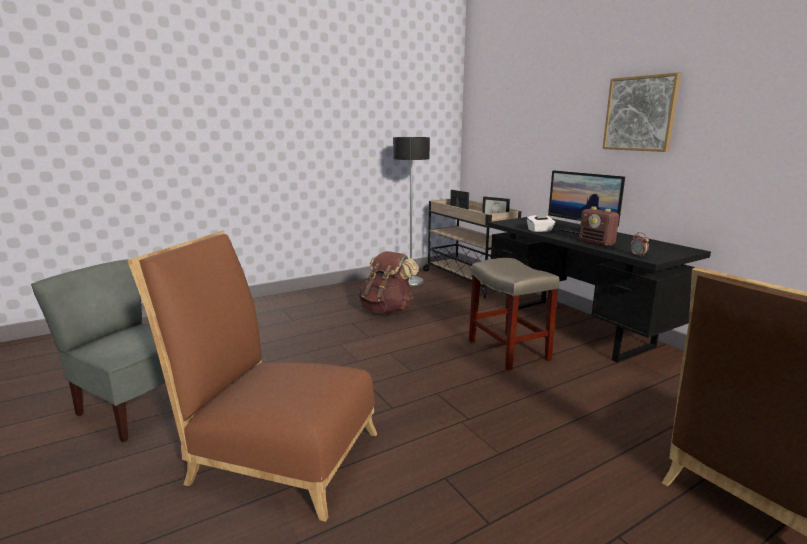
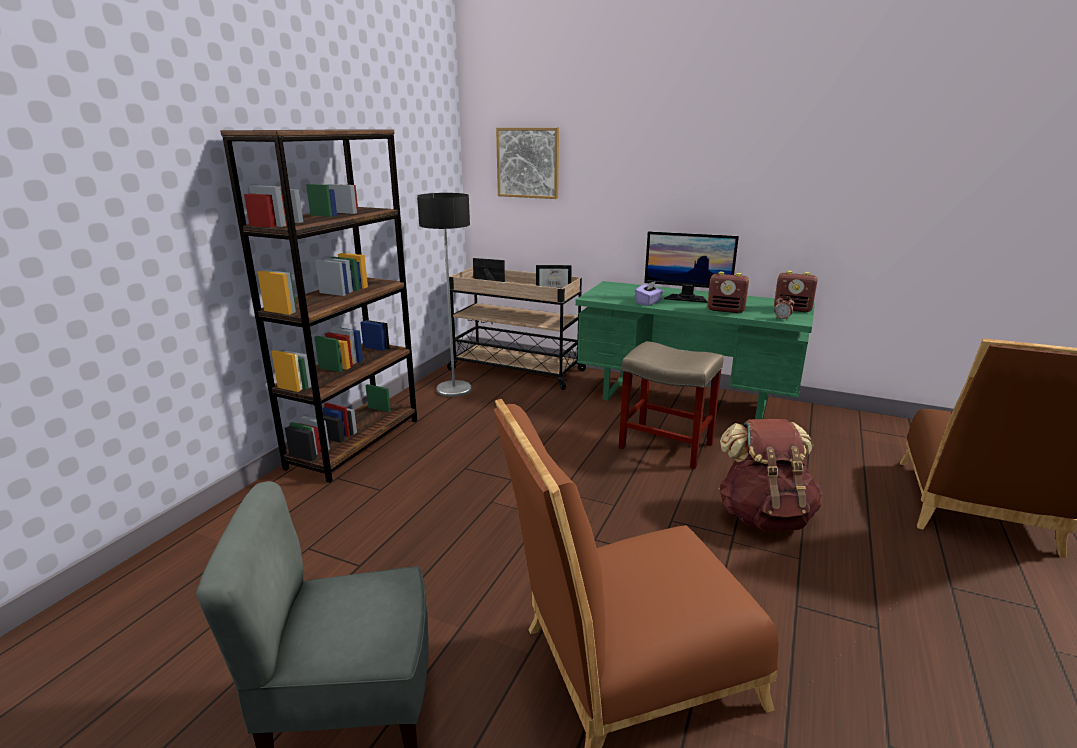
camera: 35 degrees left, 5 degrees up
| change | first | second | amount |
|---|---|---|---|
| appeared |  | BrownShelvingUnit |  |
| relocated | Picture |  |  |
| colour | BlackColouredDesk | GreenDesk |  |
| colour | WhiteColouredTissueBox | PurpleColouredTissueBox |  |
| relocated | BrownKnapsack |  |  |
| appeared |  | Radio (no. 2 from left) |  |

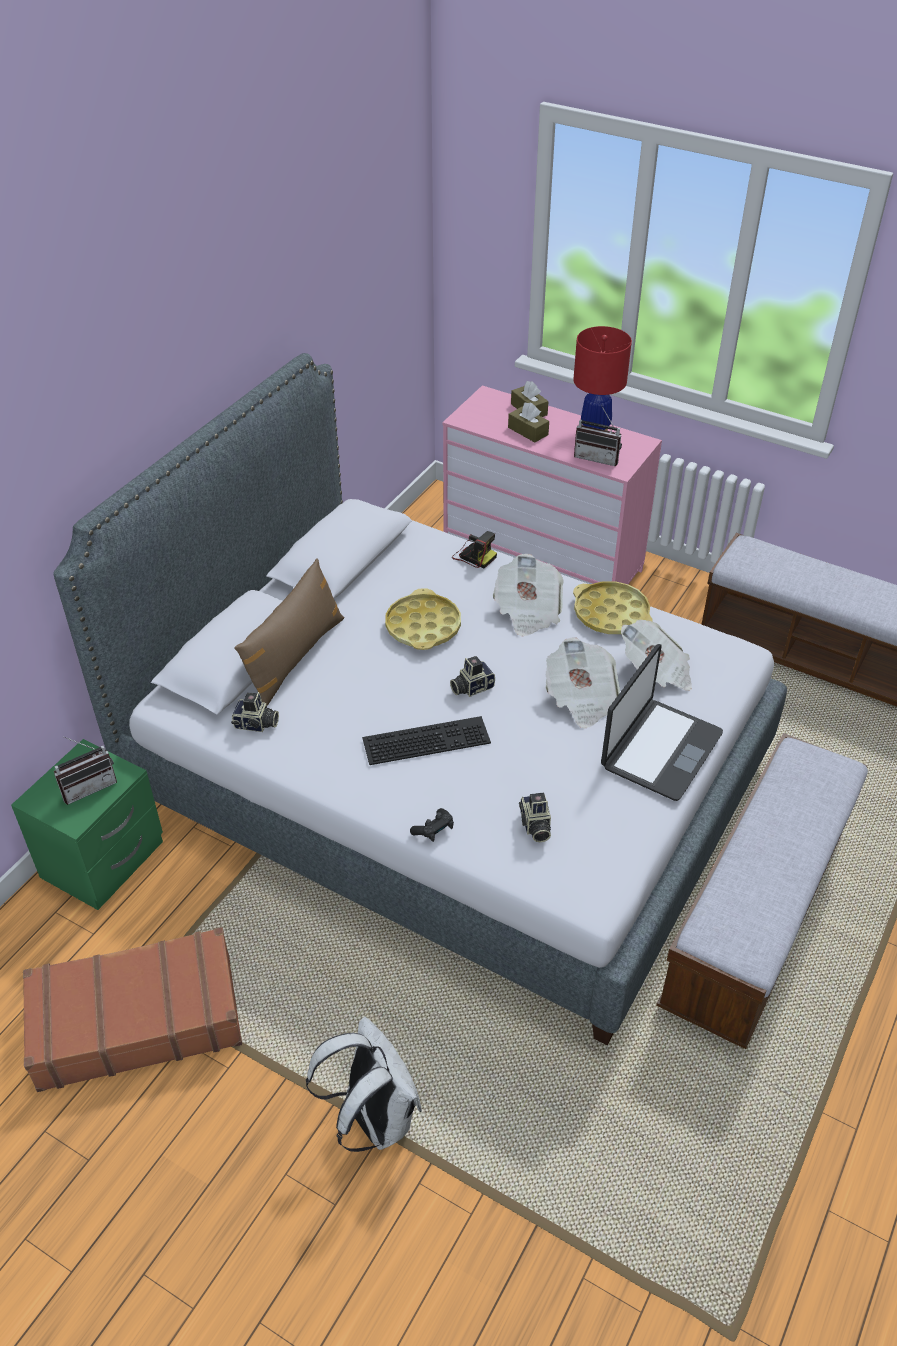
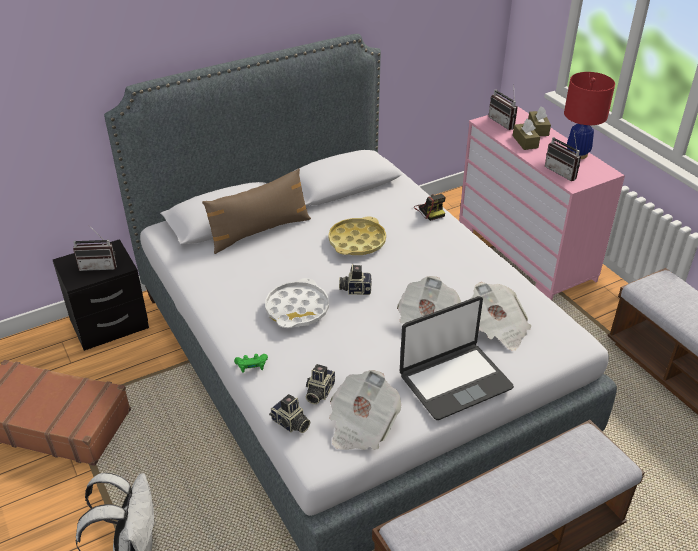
camera: 30 degrees right, 5 degrees down
| change | first | second | amount |
|---|---|---|---|
| colour | GreenBedsideTable | BlackColouredBedsideTable |  |
| colour | BlackColouredGameController | GreenGameController |  |
| exchanged | ComputerKeyboard | WhiteColouredServingTray |  |
| relocated | StillCamera (no. 1 from left) |  |  |
| relocated | DailyPaper (no. 1 from left) |  |  |
| appeared |  | Radio (no. 2 from left) |  |
| missing | YellowishServingTray (no. 2 from left) |  |  |

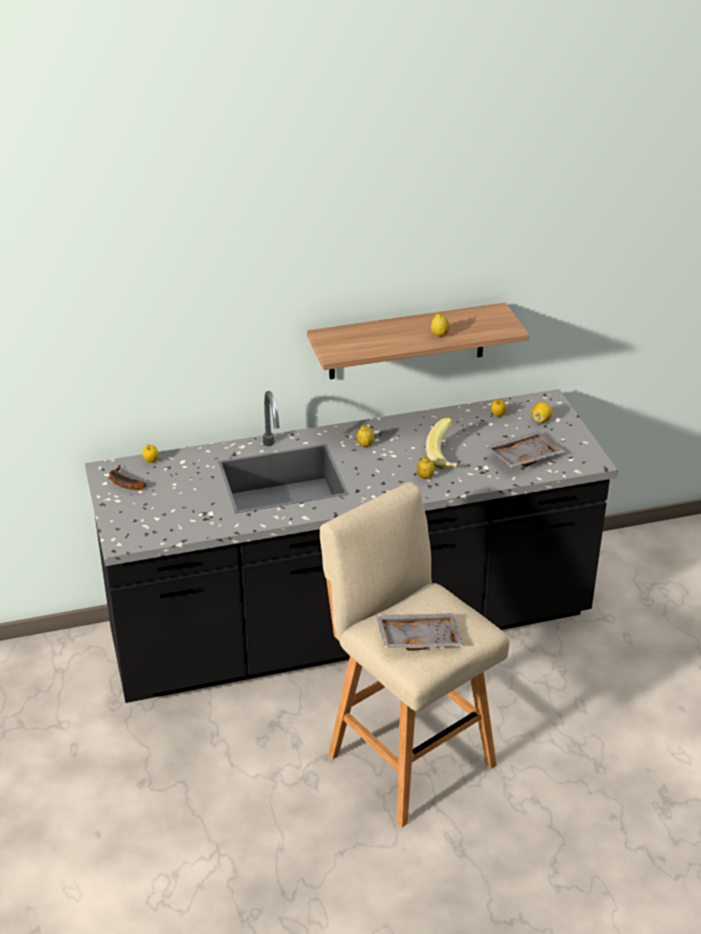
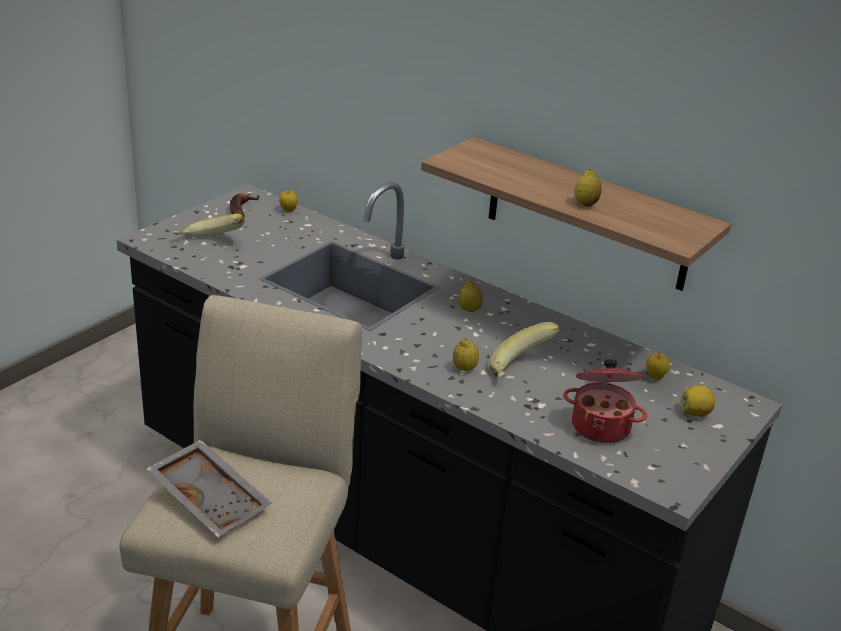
camera: 50 degrees right, 5 degrees down
| change | first | second | amount |
|---|---|---|---|
| appeared |  | Banana (no. 1 from left) |  |
| exchanged | GreyServingTray (no. 2 from left) | CookingPot |  |

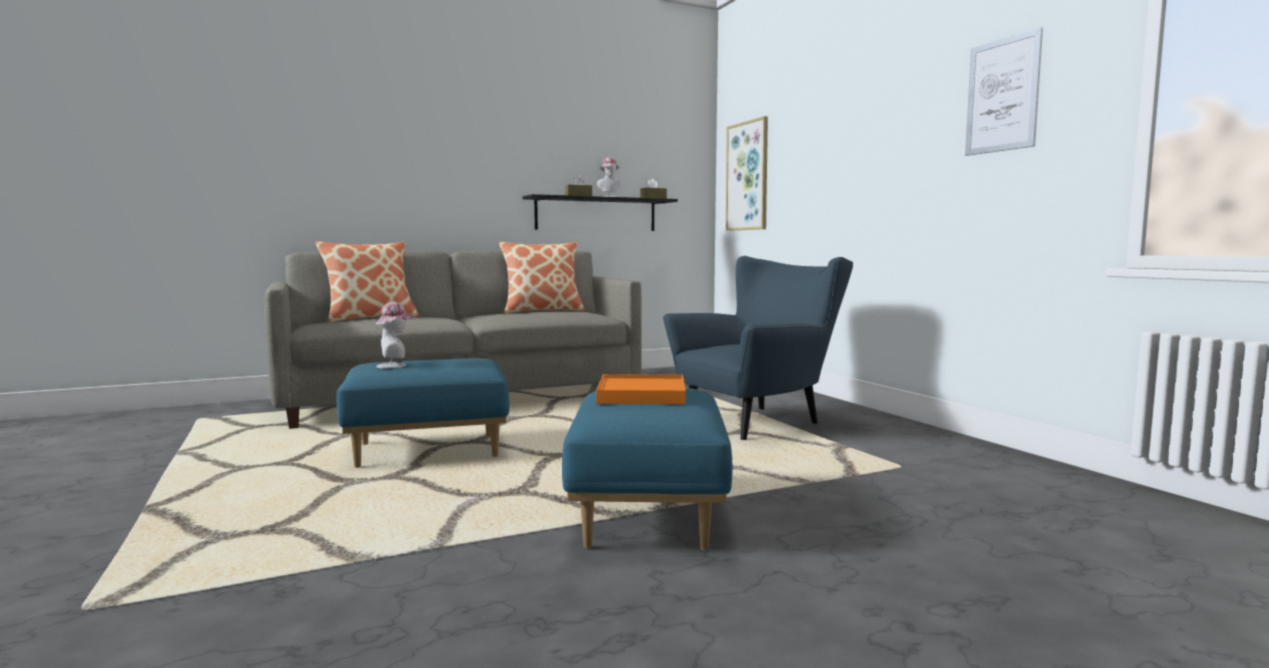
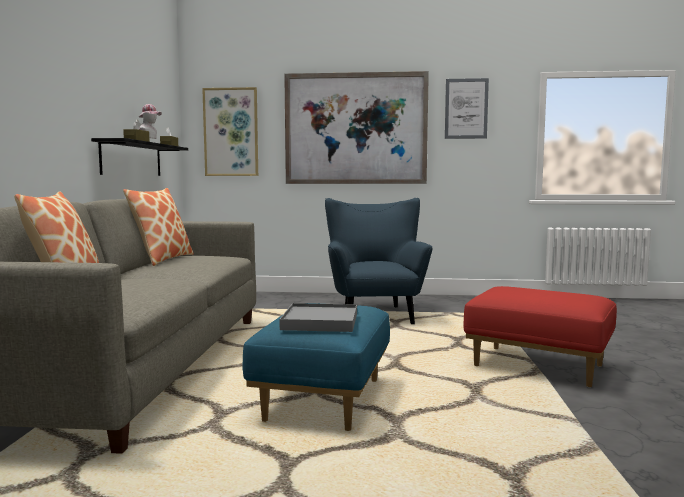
camera: 60 degrees left, 0 degrees up
| change | first | second | amount |
|---|---|---|---|
| exchanged | ClothingHat (no. 1 from left) | GreyServingTray |  |
| appeared |  | Picture (no. 2 from left) |  |
| colour | BluishOttoman (no. 2 from left) | RedColouredOttoman |  |
| missing | OrangeServingTray |  |  |

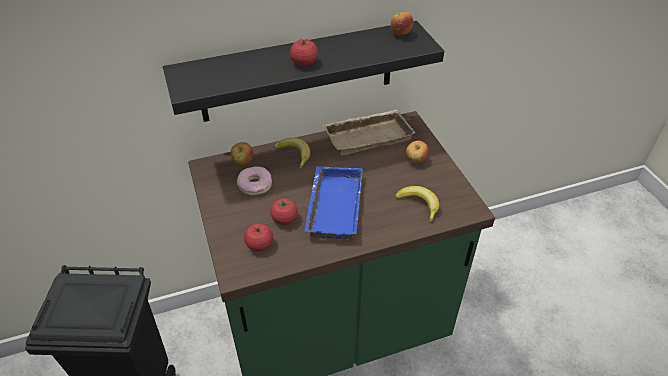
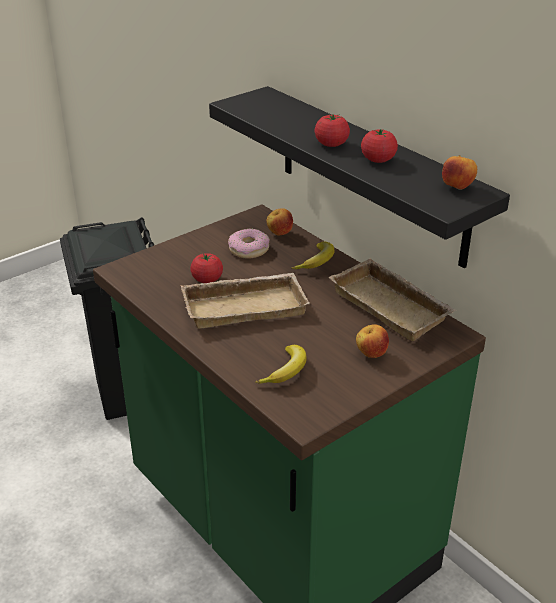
camera: 70 degrees right, 10 degrees down
| change | first | second | amount |
|---|---|---|---|
| colour | BluishServingTray | BeigeServingTray (no. 1 from left) |  |
| relocated | Tomato (no. 1 from left in the first image) | Tomato (no. 3 from left) |  |

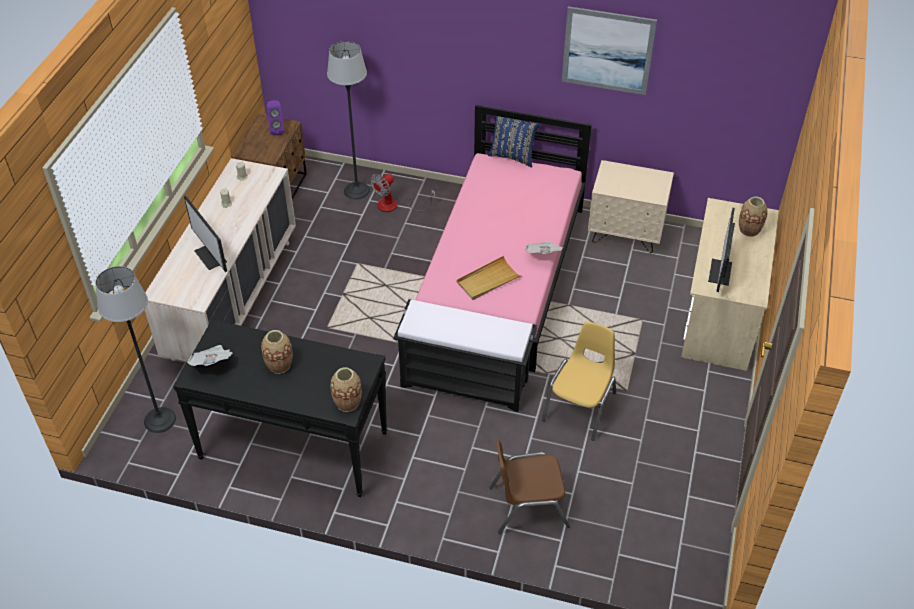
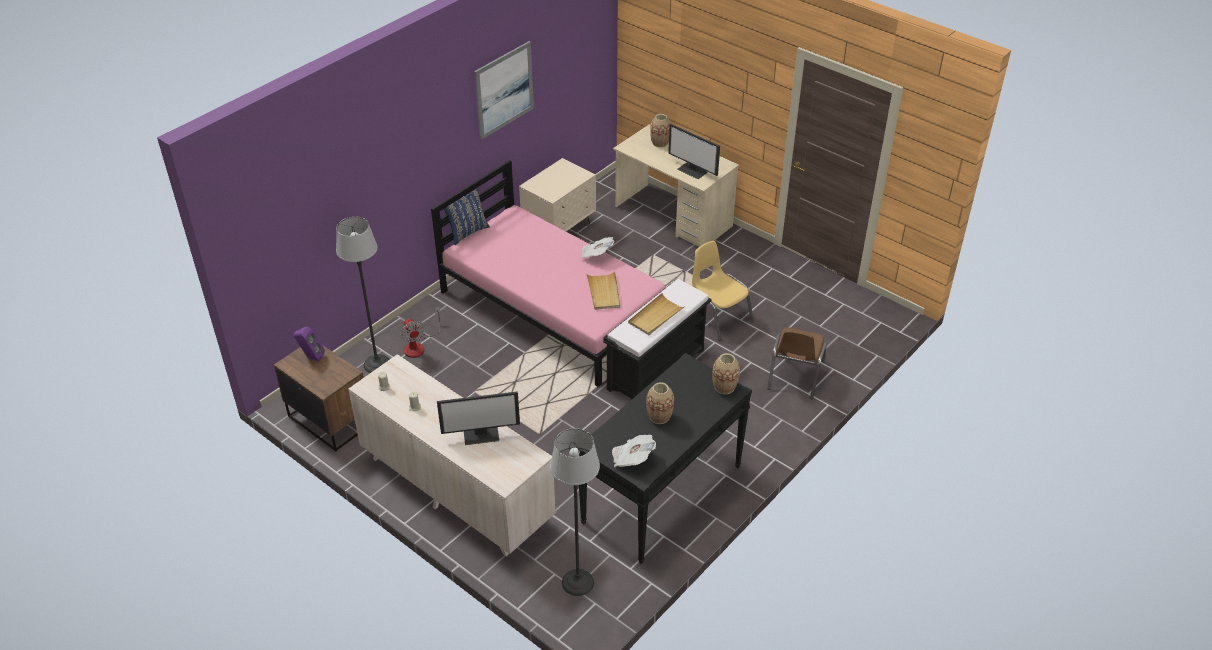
camera: 65 degrees left, 5 degrees down
| change | first | second | amount |
|---|---|---|---|
| appeared |  | BeigeServingTray (no. 2 from left) |  |

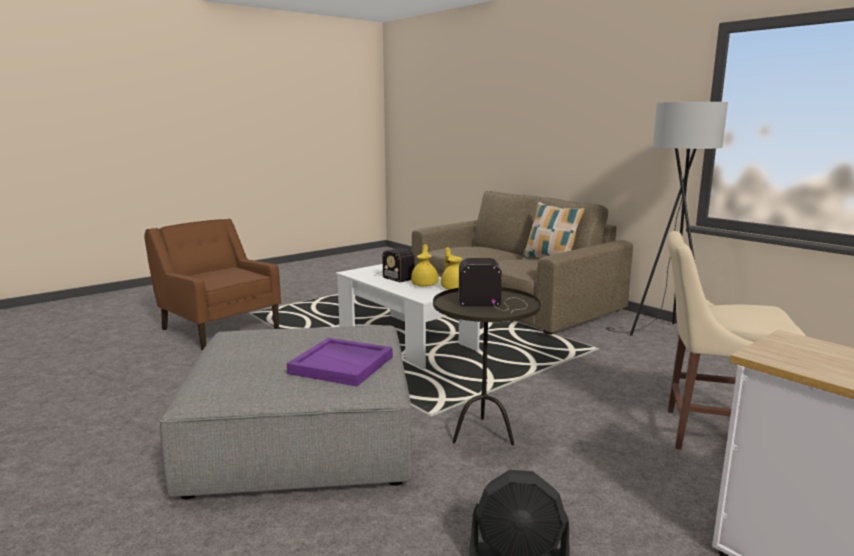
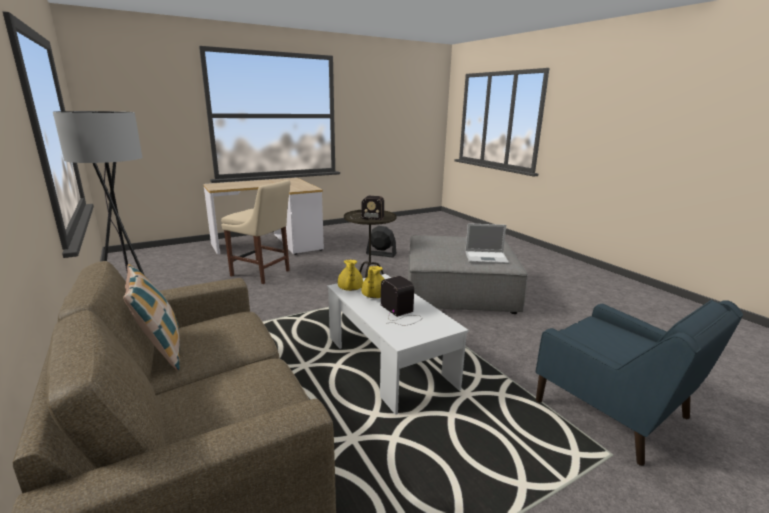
camera: 170 degrees left, 5 degrees up
| change | first | second | amount |
|---|---|---|---|
| appeared |  | PortableComputer |  |
| colour | BrownEasyChair | BluishEasyChair |  |
| missing | PurpleColouredServingTray |  |  |

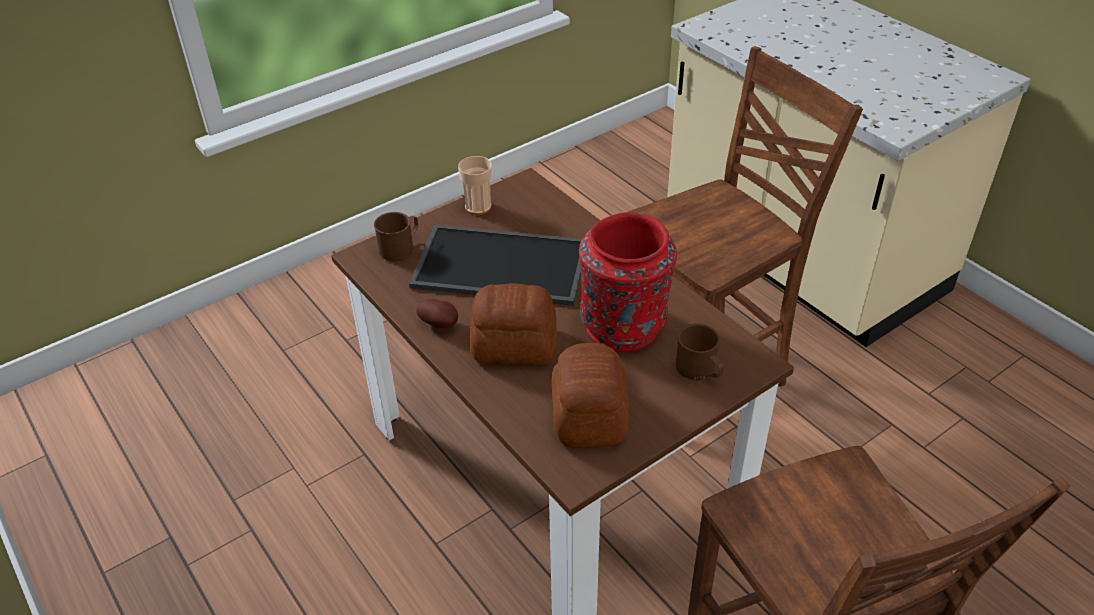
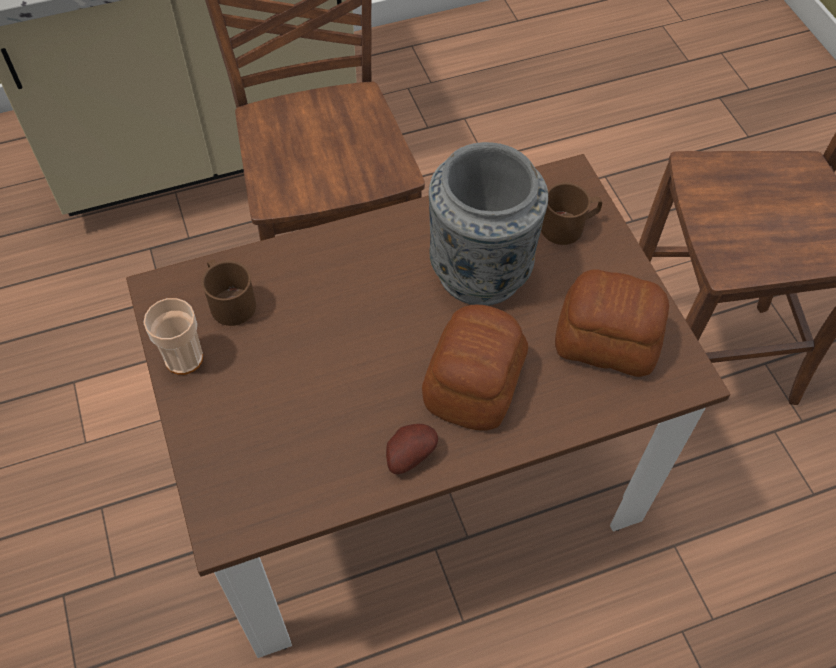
camera: 75 degrees left, 15 degrees up
| change | first | second | amount |
|---|---|---|---|
| relocated | BrownCoffeeMug (no. 1 from left) |  |  |
| colour | RedColouredFlowerVase | GreyFlowerVase |  |
| missing | ServingTray |  |  |

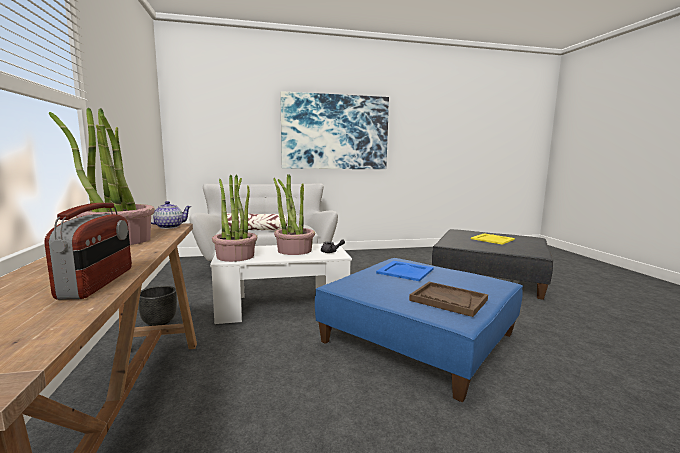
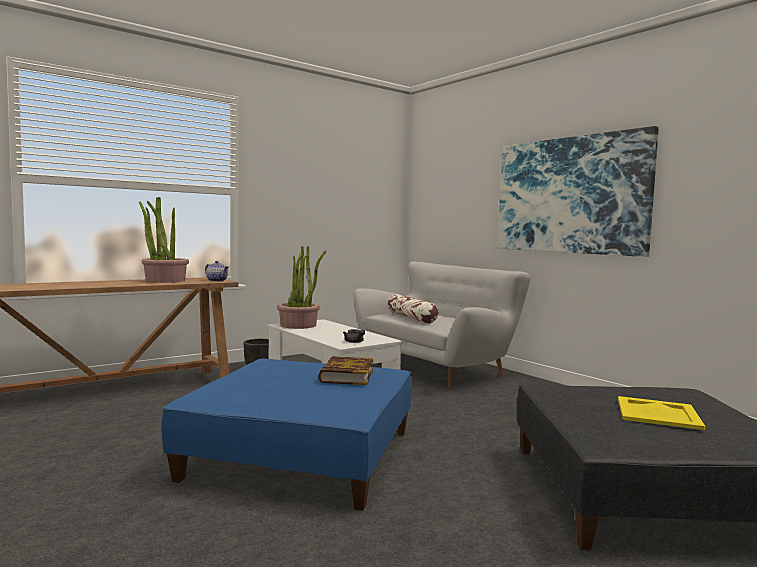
camera: 65 degrees right, 5 degrees down
| change | first | second | amount |
|---|---|---|---|
| exchanged | BluishServingTray | Book |  |
| missing | Radio |  |  |
| missing | PlantInAPot (no. 3 from left) |  |  |
| missing | BrownServingTray |  |  |

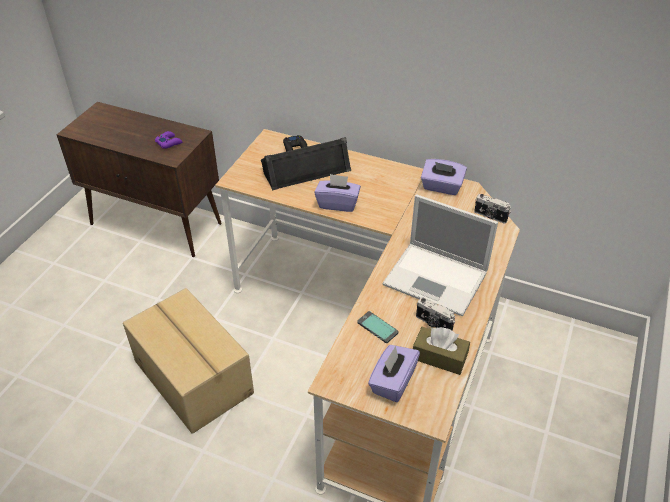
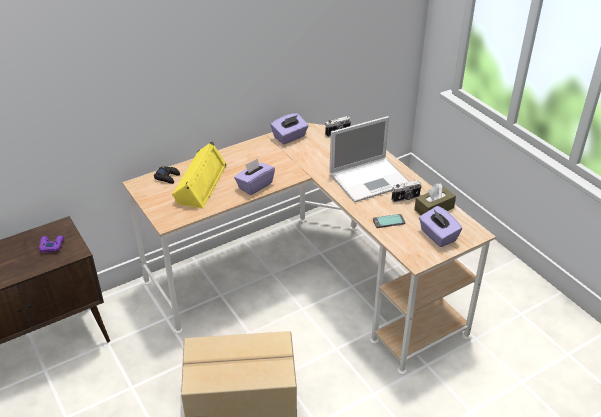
camera: 55 degrees left, 5 degrees down
| change | first | second | amount |
|---|---|---|---|
| colour | BlackColouredLoudspeaker | YellowishLoudspeaker |  |

